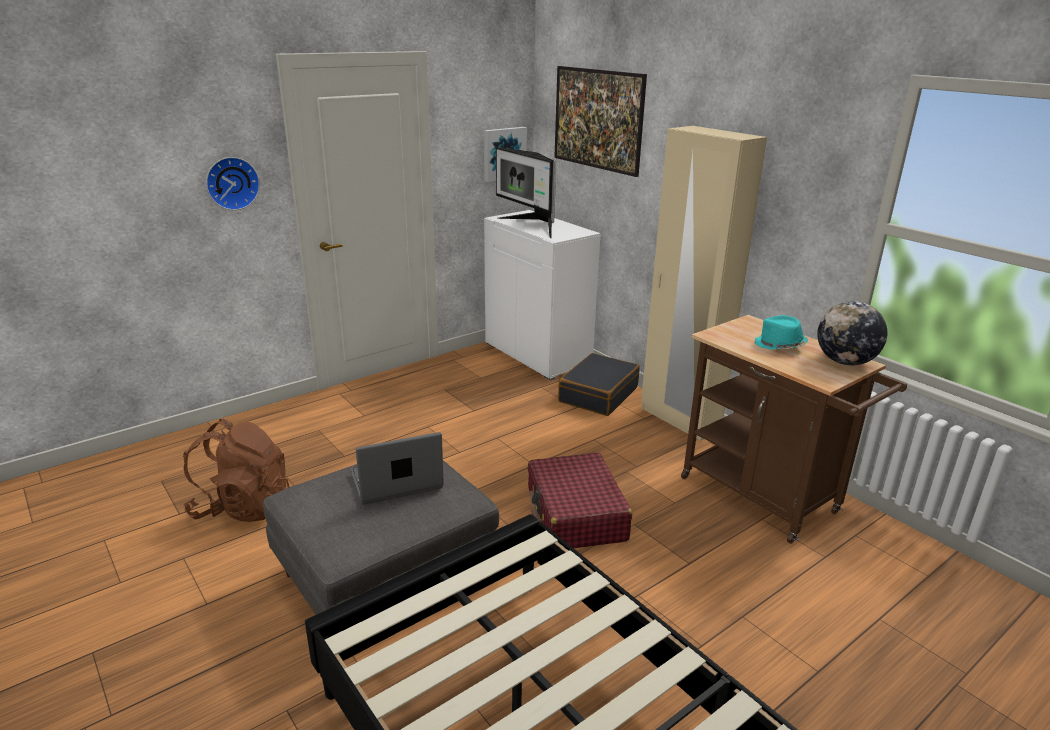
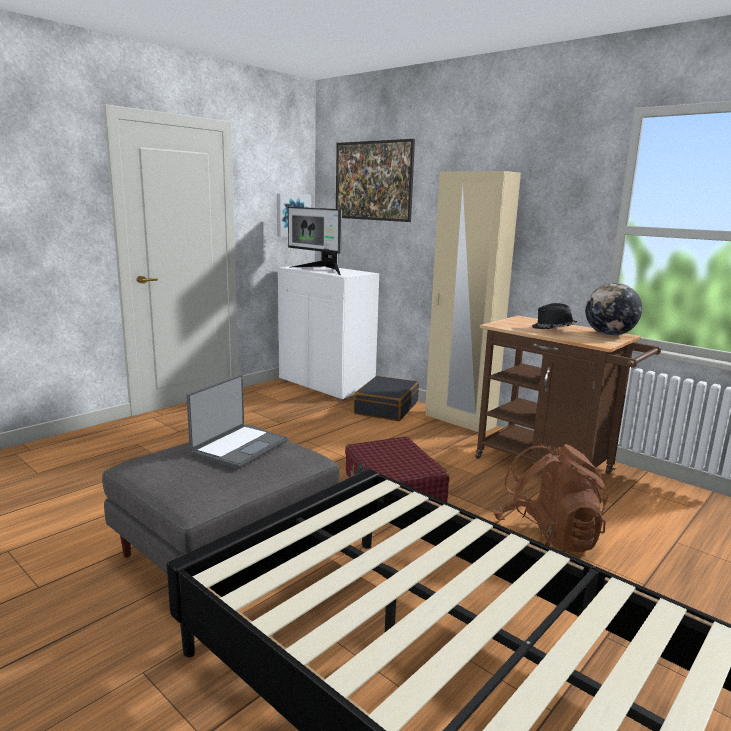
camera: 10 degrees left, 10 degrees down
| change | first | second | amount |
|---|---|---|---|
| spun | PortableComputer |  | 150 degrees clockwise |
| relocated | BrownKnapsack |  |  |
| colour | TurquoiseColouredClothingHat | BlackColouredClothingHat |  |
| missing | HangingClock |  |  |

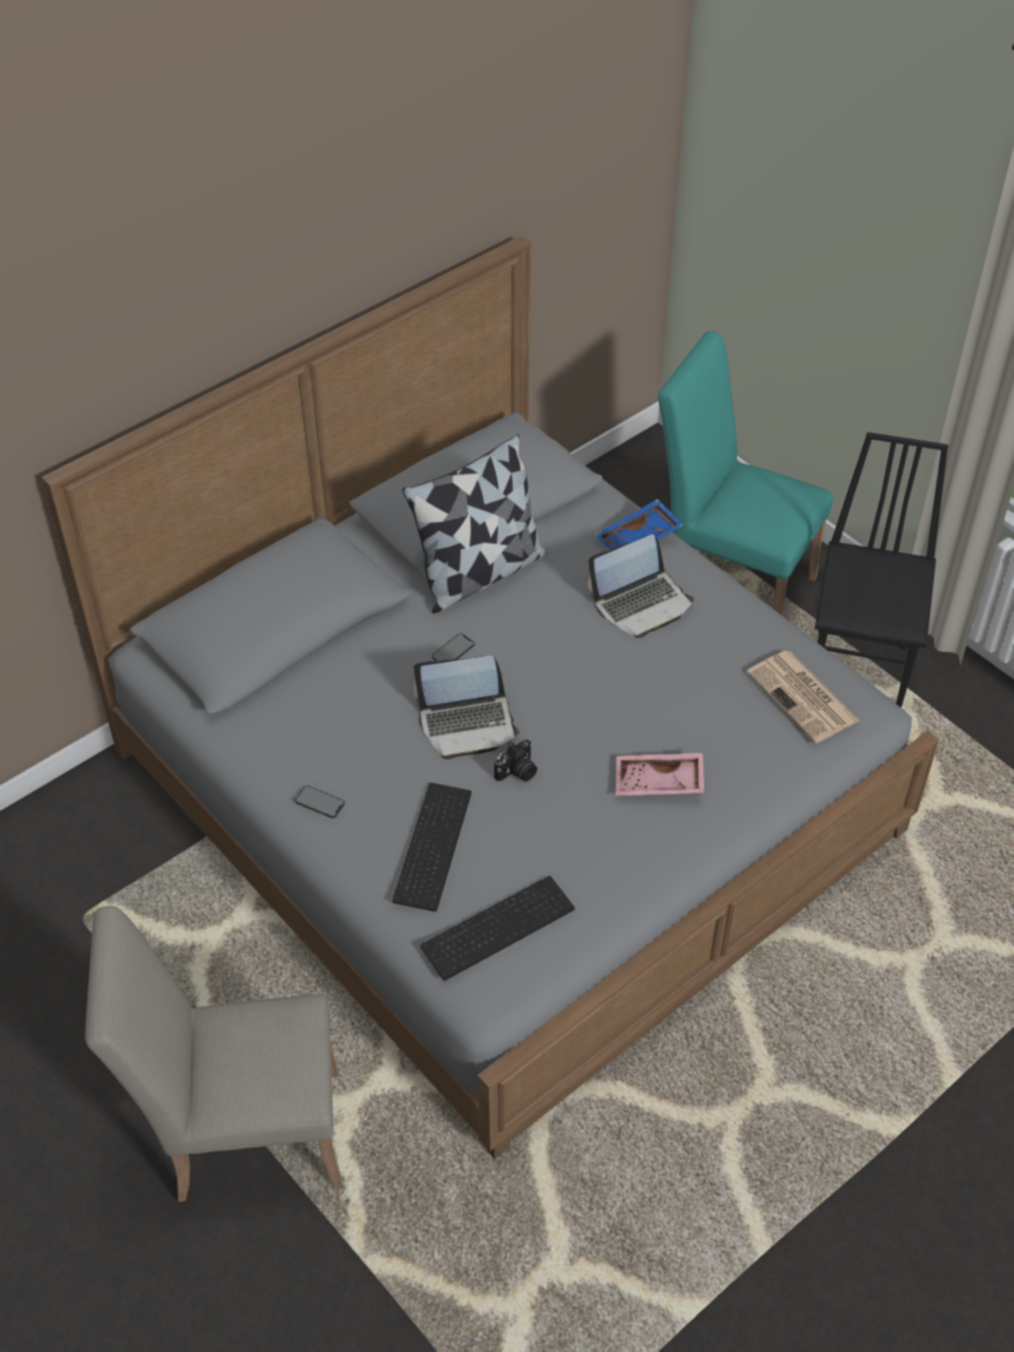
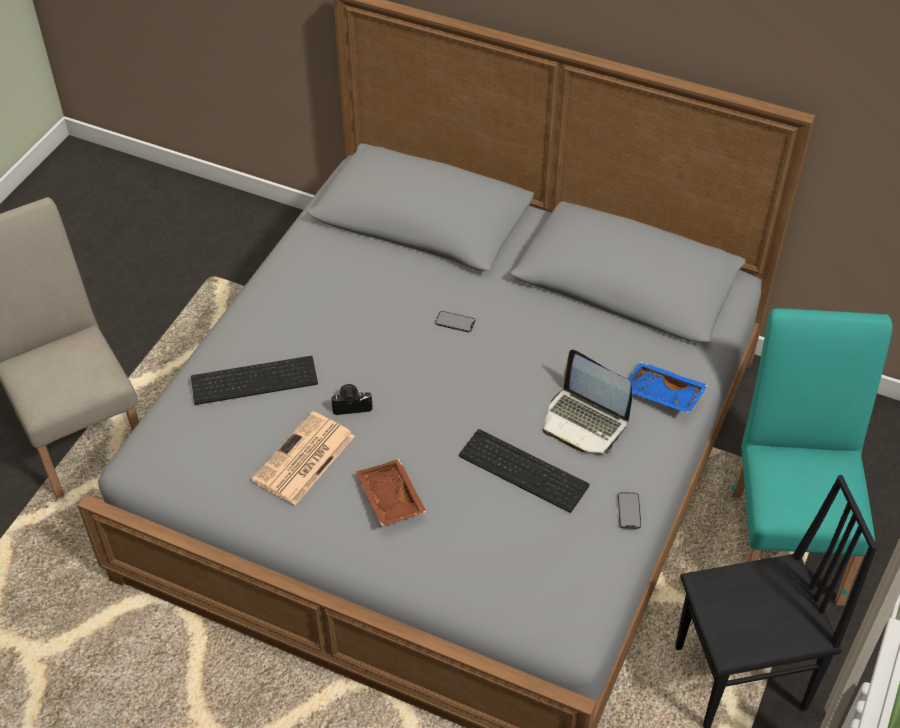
camera: 65 degrees right, 0 degrees up
| change | first | second | amount |
|---|---|---|---|
| relocated | DailyPaper |  |  |
| spun | StillCamera |  | 150 degrees clockwise |
| colour | PinkServingTray | BrownServingTray |  |
| relocated | ComputerKeyboard (no. 2 from left) |  |  |
| relocated | Handset (no. 1 from left in the first image) | Handset (no. 2 from left) |  |
| missing | ThrowPillow |  |  |
| missing | PortableComputer (no. 1 from left) |  |  |

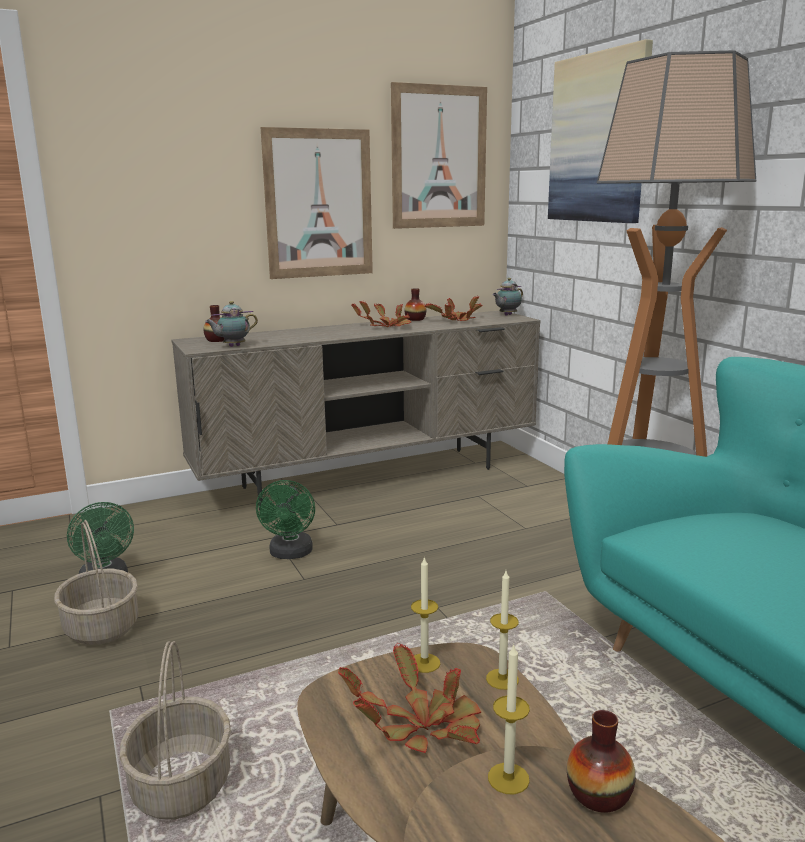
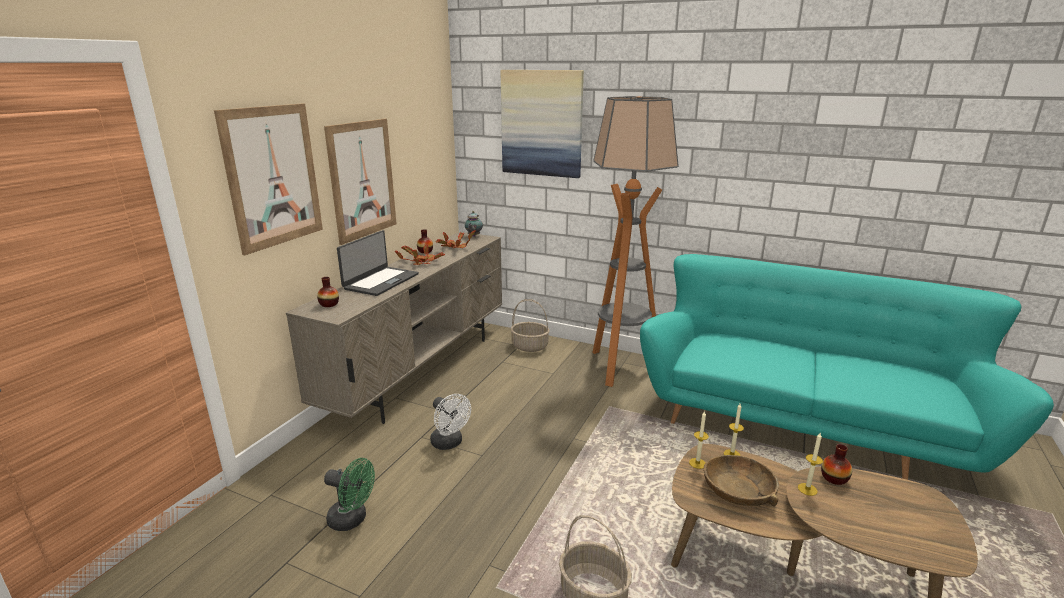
camera: 40 degrees left, 5 degrees up
| change | first | second | amount |
|---|---|---|---|
| relocated | Picture (no. 2 from left in the first image) | Picture (no. 1 from left) |  |
| appeared |  | PortableComputer |  |
| colour | GreenCoolingFan (no. 2 from left) | WhiteColouredCoolingFan |  |
| relocated | Basket (no. 1 from left) |  |  |
| exchanged | PlantInAPot (no. 2 from left) | BrownBowl |  |
| missing | TeaPot (no. 1 from left) |  |  |

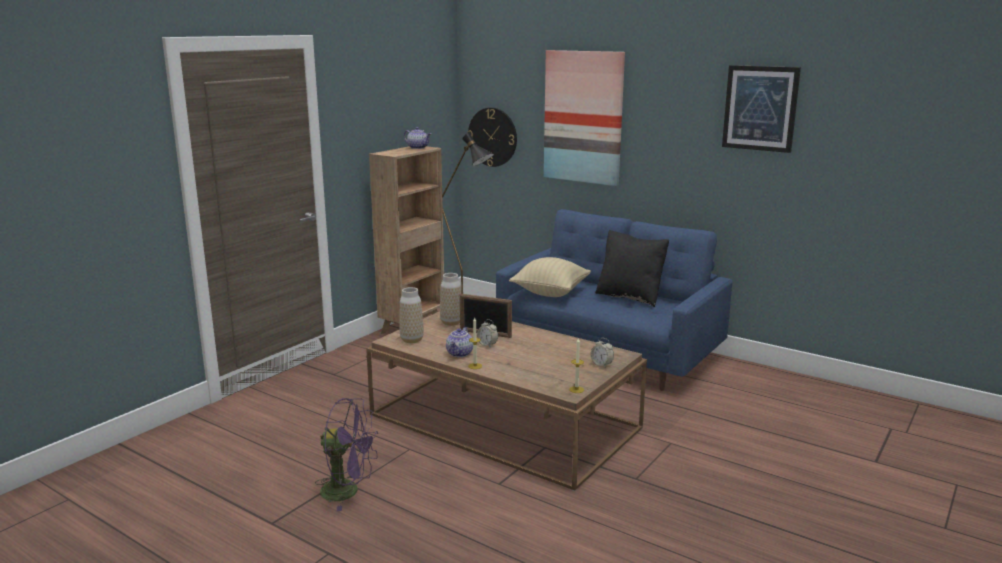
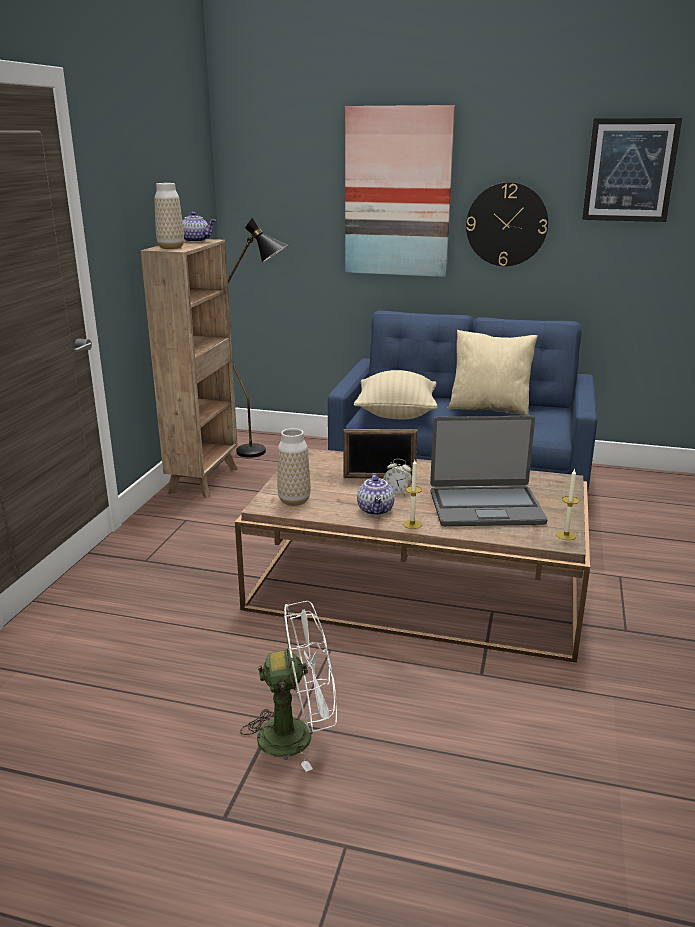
camera: 20 degrees left, 5 degrees up
| change | first | second | amount |
|---|---|---|---|
| relocated | FlowerVase (no. 2 from left in the first image) | FlowerVase (no. 1 from left) |  |
| colour | PurpleColouredCoolingFan | WhiteColouredCoolingFan |  |
| appeared |  | PortableComputer |  |
| colour | BlackColouredThrowPillow | BeigeThrowPillow (no. 2 from left) |  |
| relocated | HangingClock |  |  |
| missing | AlarmClock (no. 2 from left) |  |  |

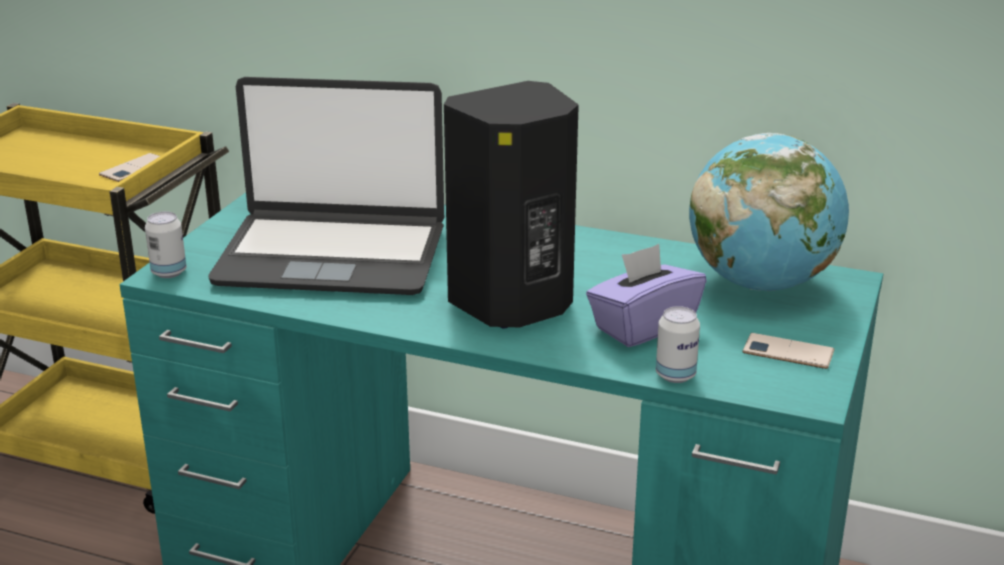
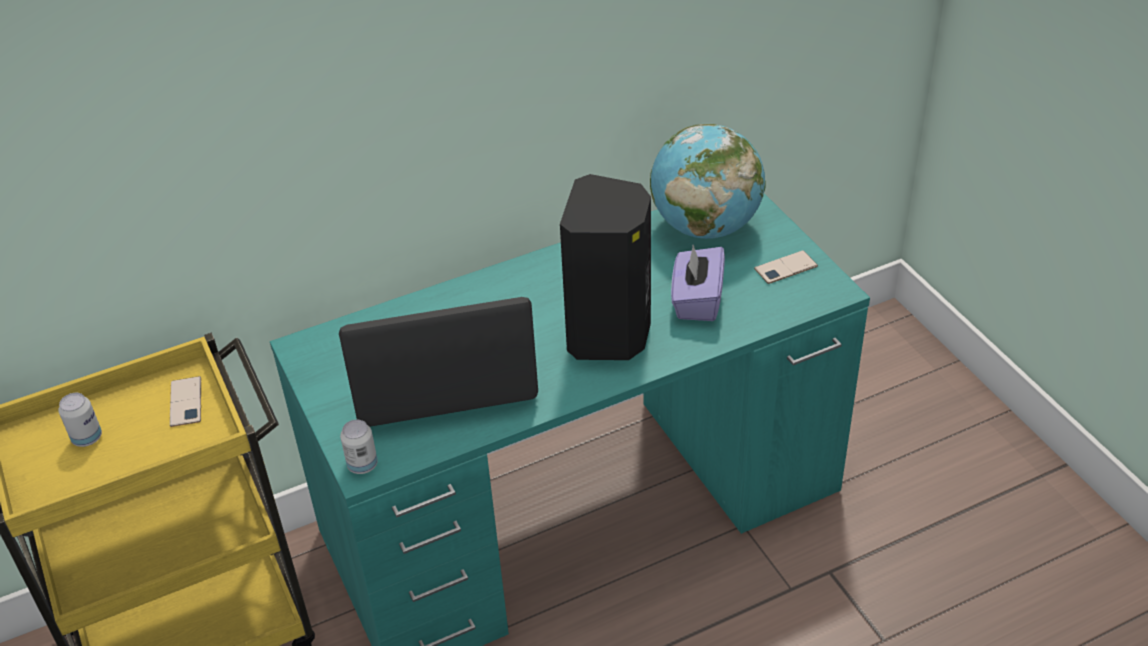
camera: 45 degrees left, 15 degrees up
| change | first | second | amount |
|---|---|---|---|
| relocated | SealedCan (no. 2 from left in the first image) | SealedCan (no. 1 from left) |  |
| spun | PortableComputer |  | 150 degrees counterclockwise |

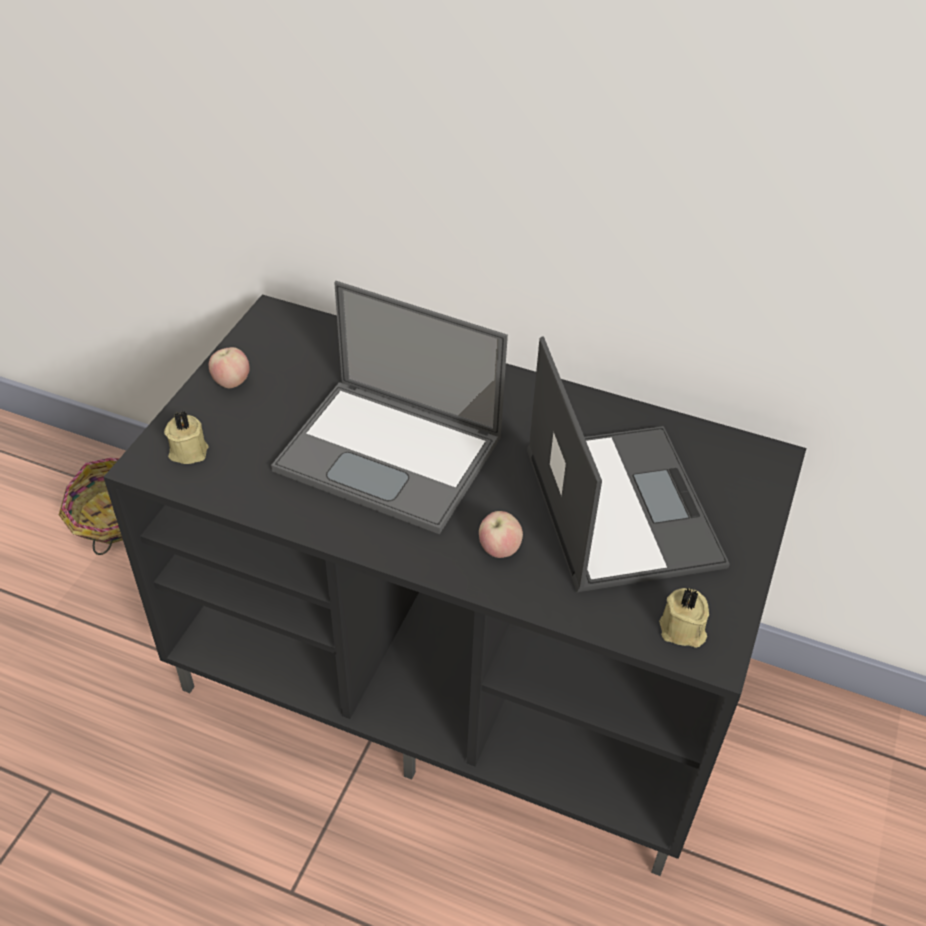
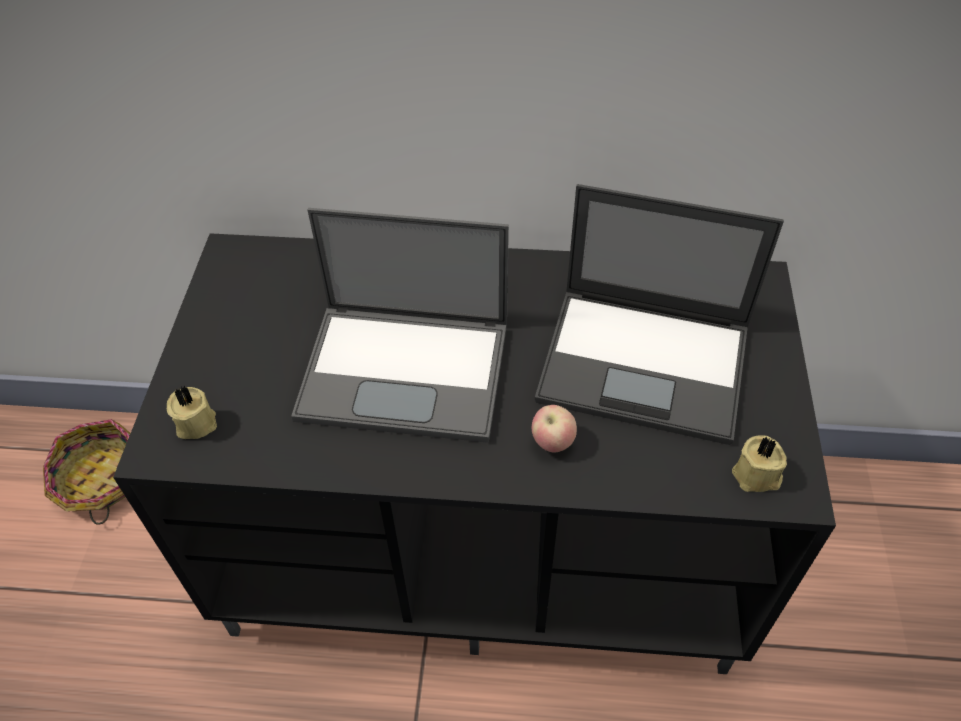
camera: 15 degrees left, 5 degrees up
| change | first | second | amount |
|---|---|---|---|
| spun | PortableComputer (no. 2 from left) |  | 135 degrees clockwise |
| missing | AppleFruit (no. 1 from left) |  |  |

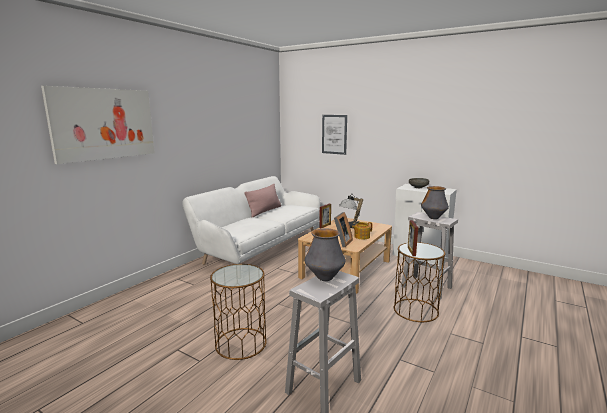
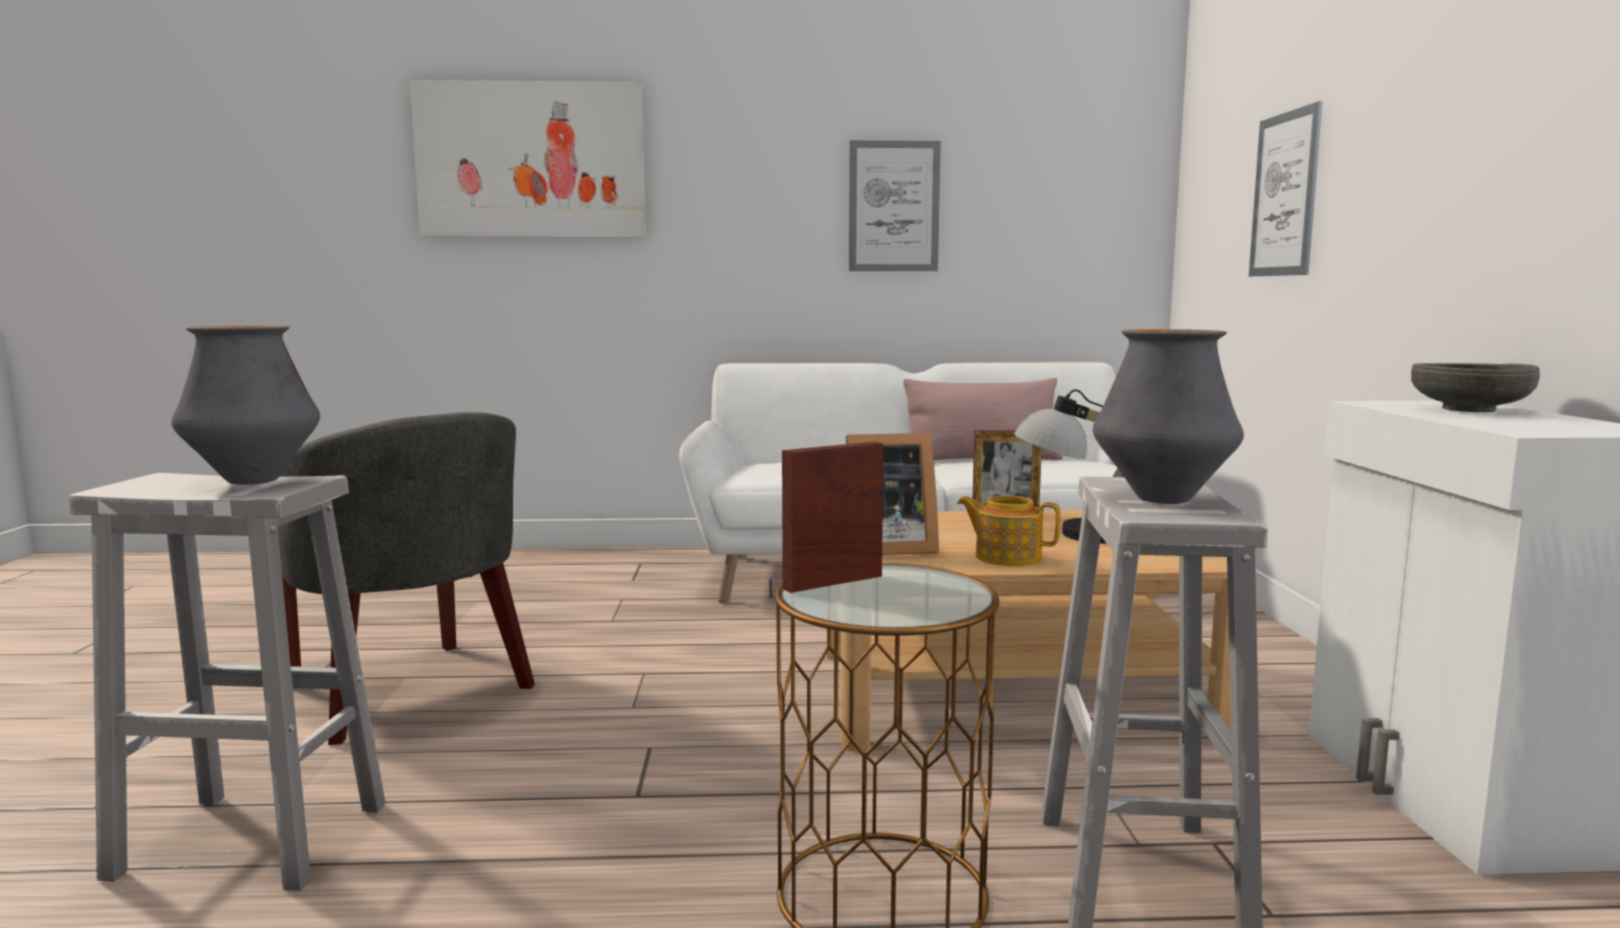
camera: 55 degrees right, 5 degrees down
| change | first | second | amount |
|---|---|---|---|
| exchanged | BrownAccentTable (no. 1 from left) | GreyEasyChair |  |
| appeared |  | Picture (no. 2 from left) |  |

